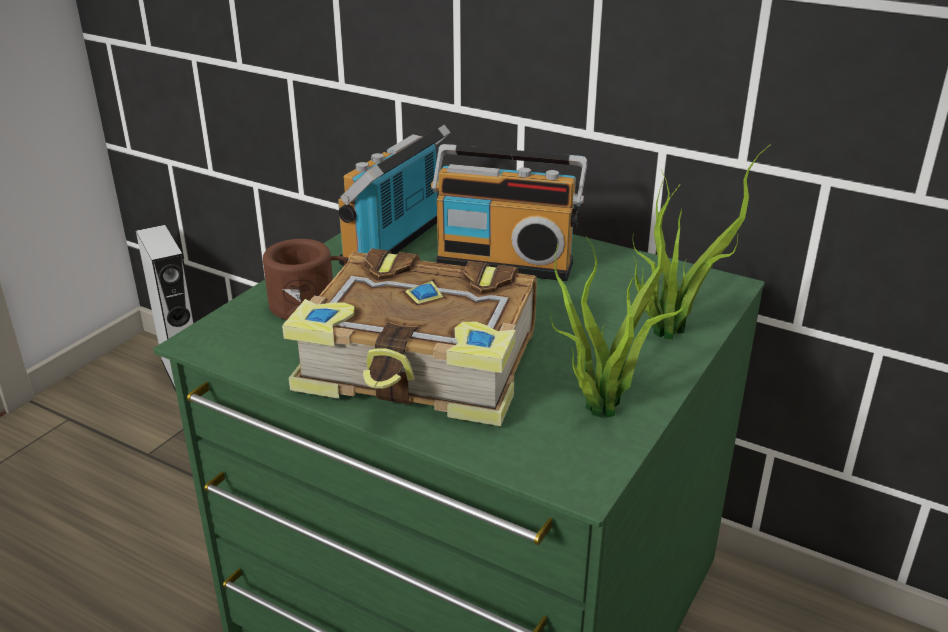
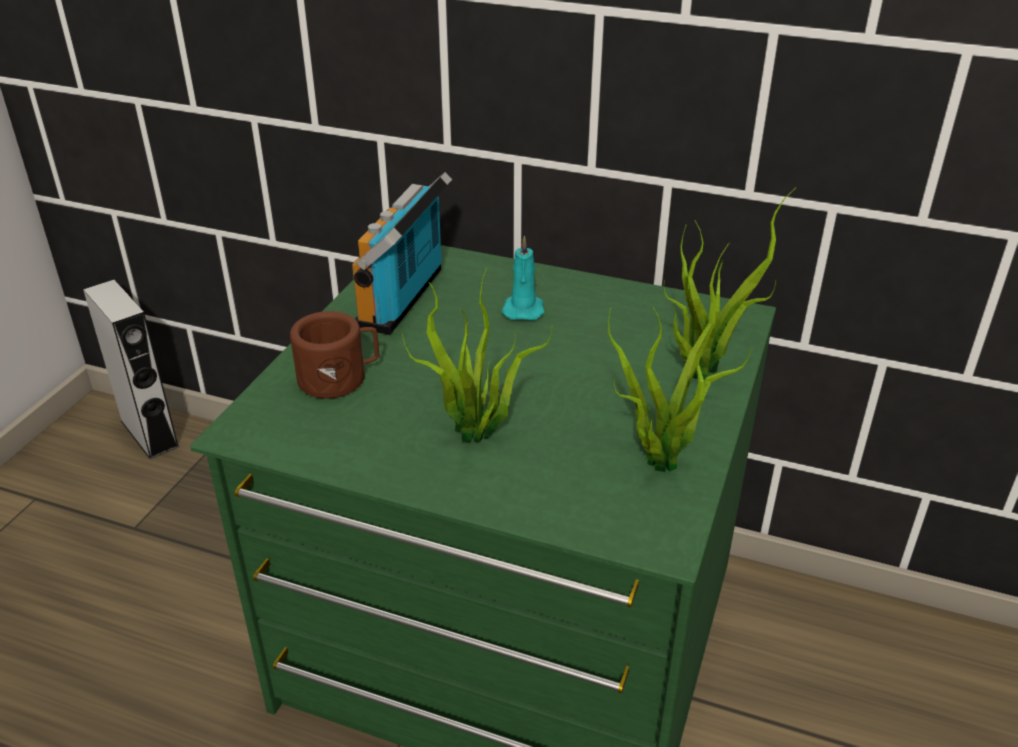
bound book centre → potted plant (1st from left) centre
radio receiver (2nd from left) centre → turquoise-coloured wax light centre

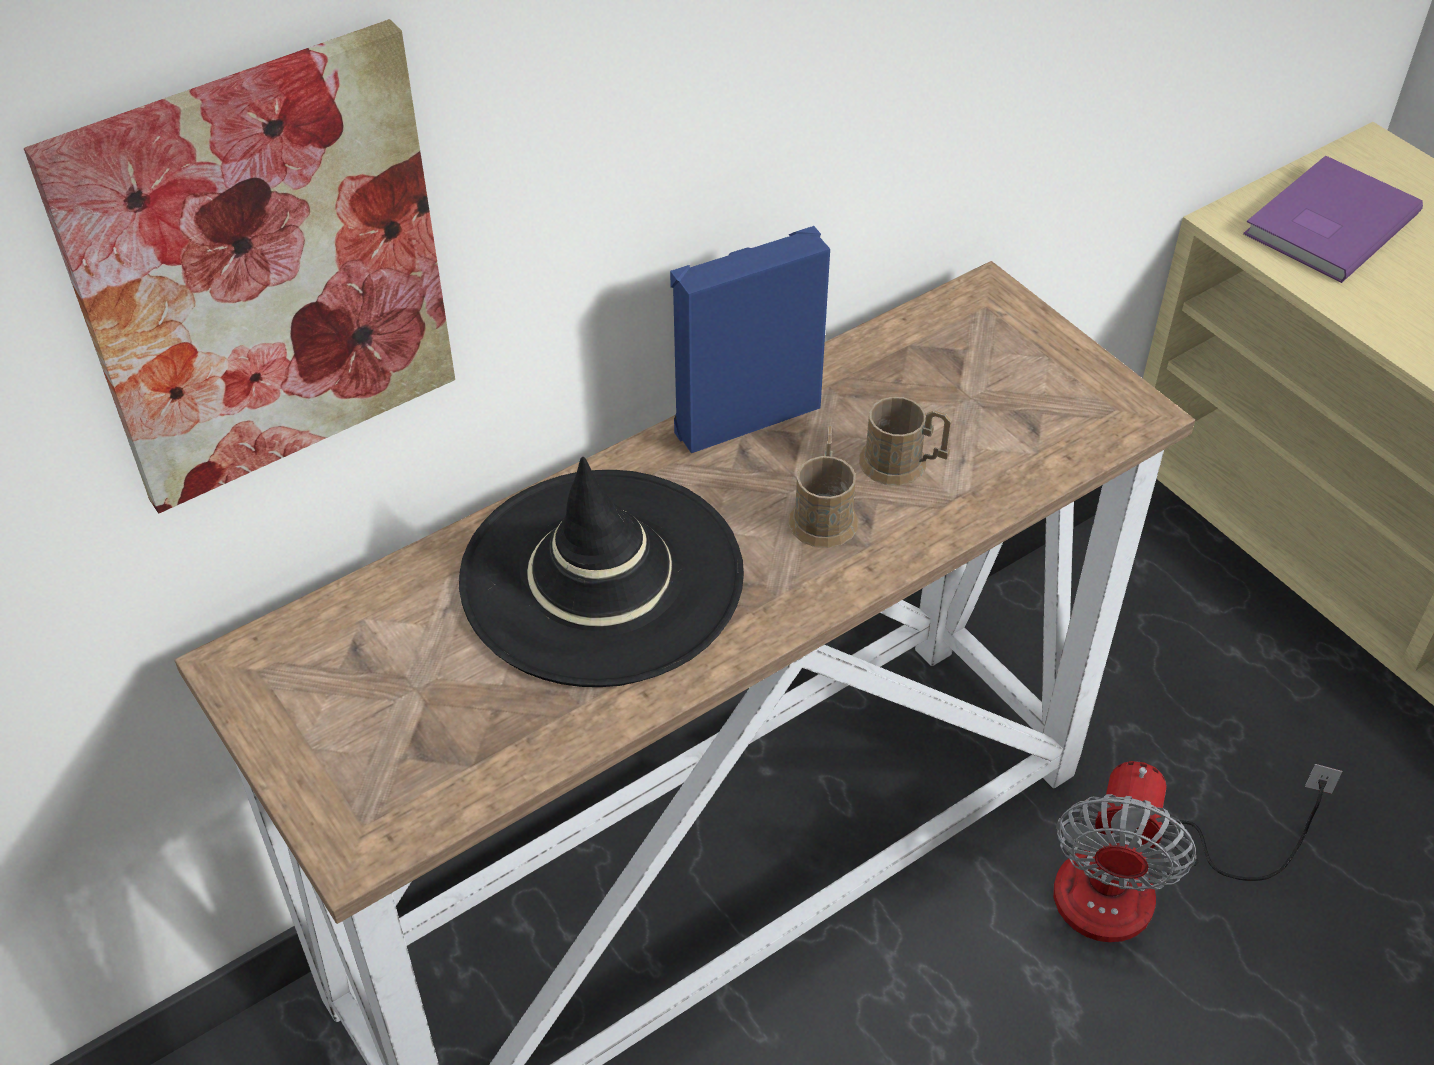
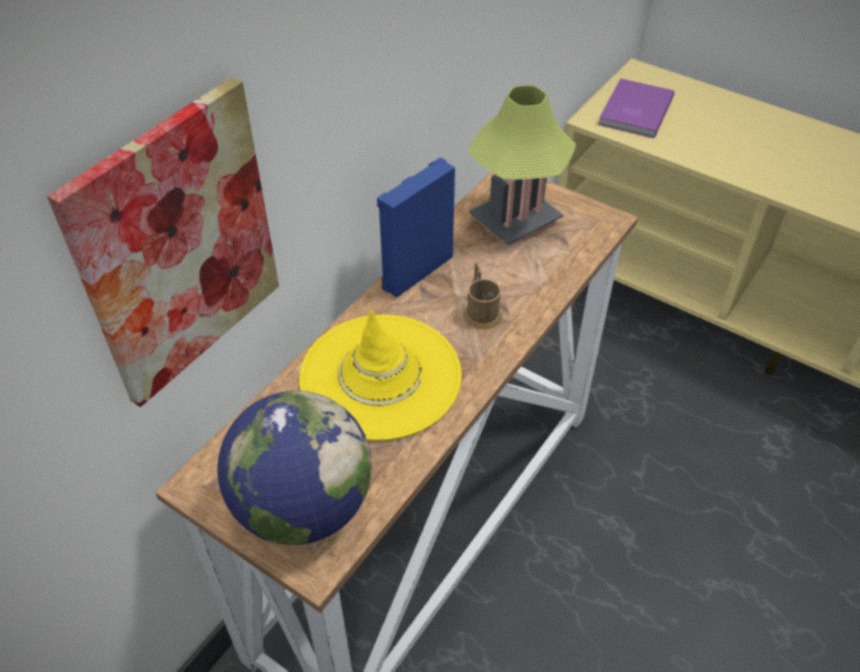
black wearable hat centre → yellowish wearable hat centre
brown-coloured mug (2nd from left) centre → -
electric fan bottom right → -
- → world globe bottom centre
- → tabletop lamp top centre

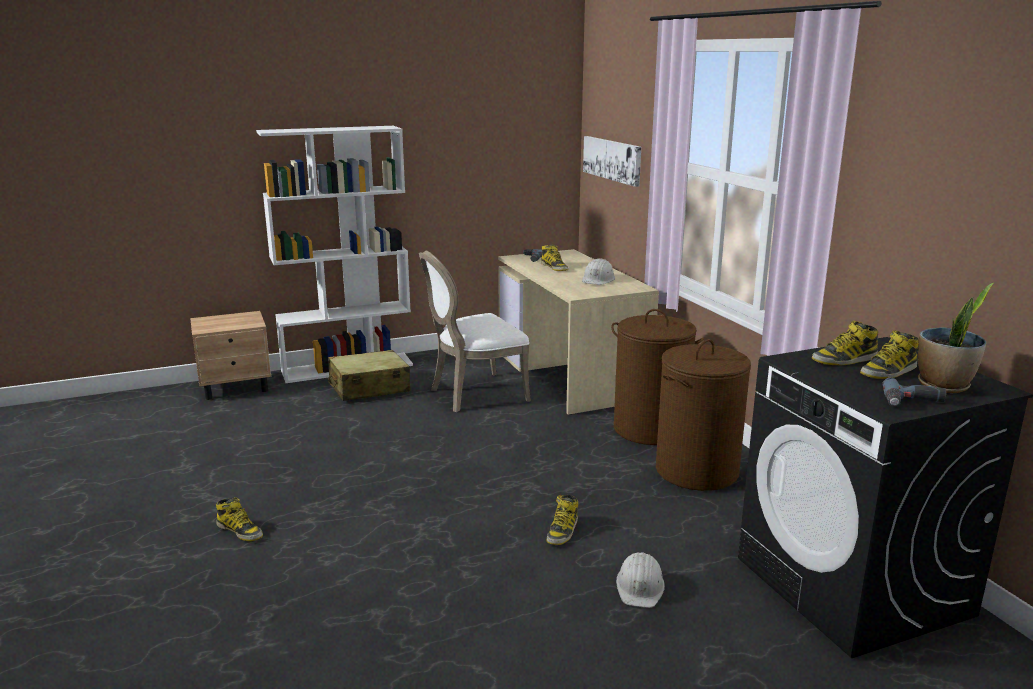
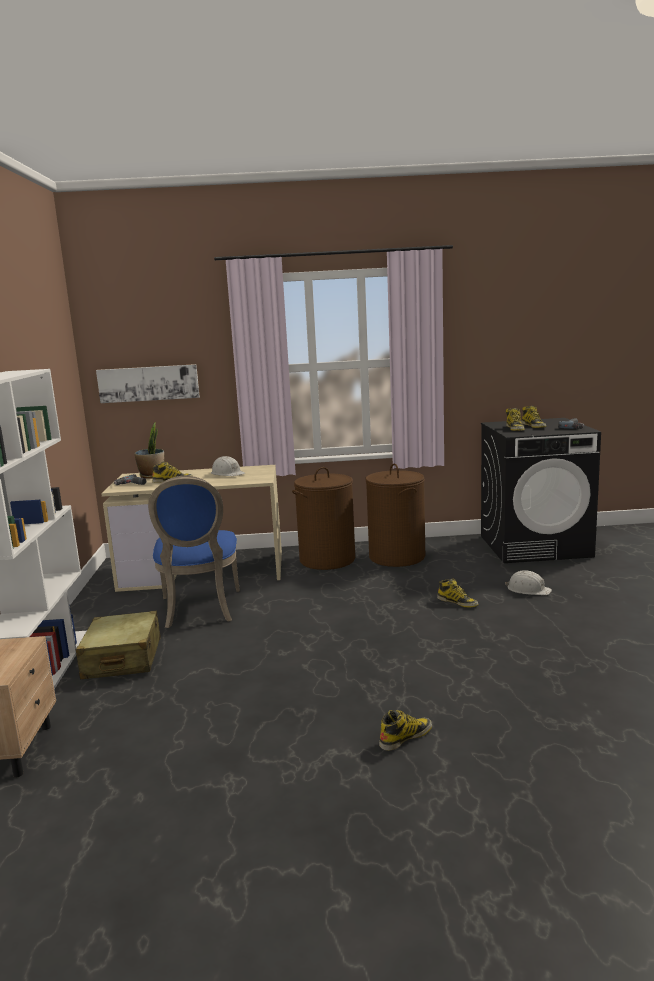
white-coloured plain chair centre → blue-coloured plain chair middle left
potted plant middle right → potted plant middle left, move

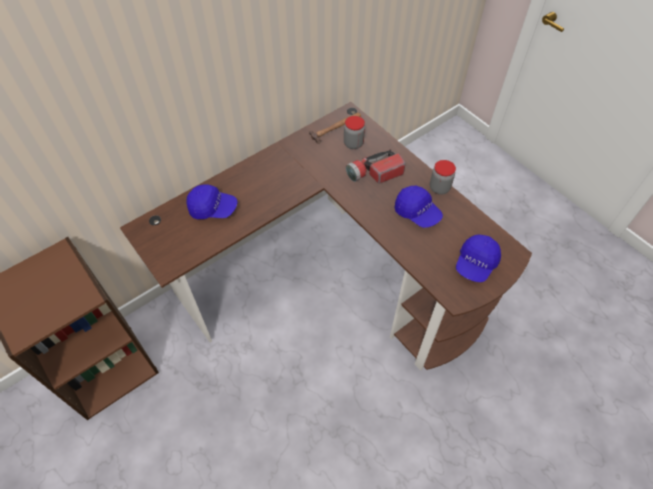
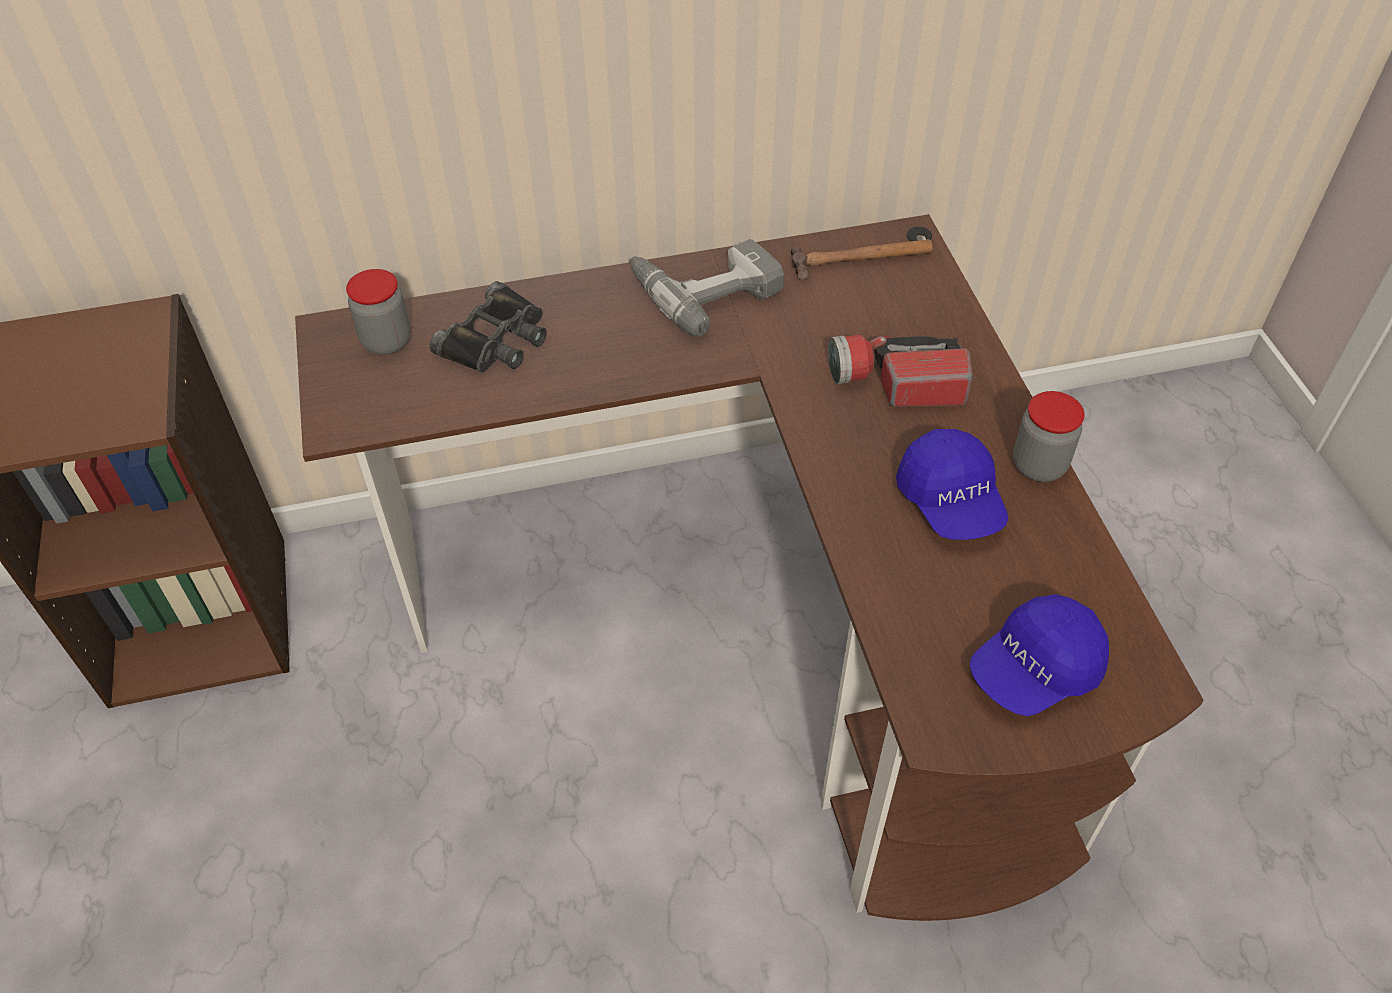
blue-coloured baseball cap (1st from left) middle left → black pair of binoculars top centre
storage jar (1st from left) top centre → storage jar (1st from left) top left, move
- → drill top centre

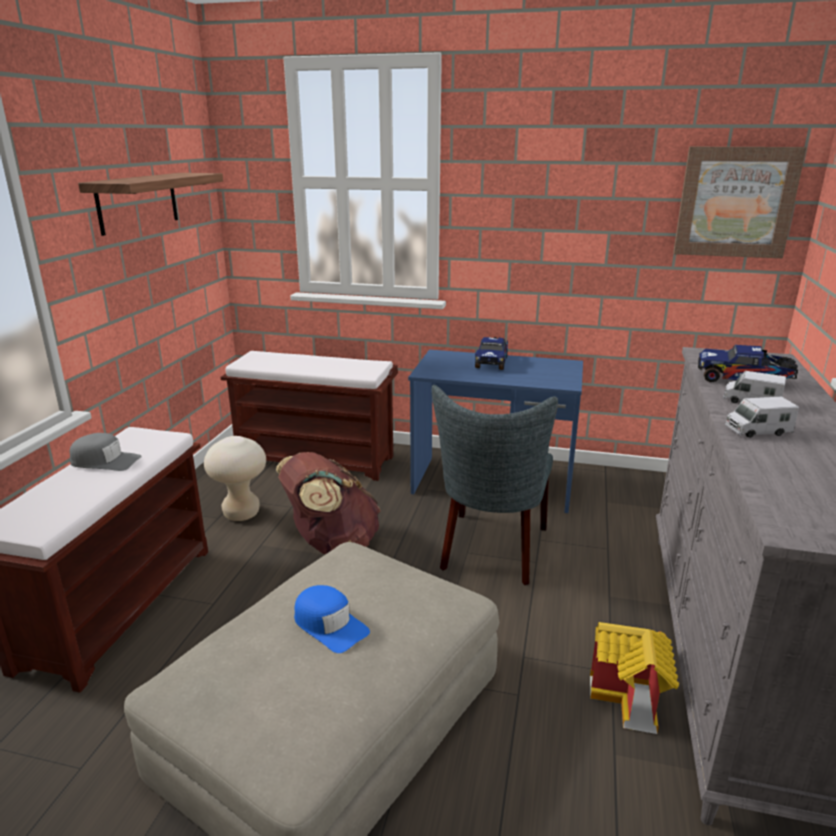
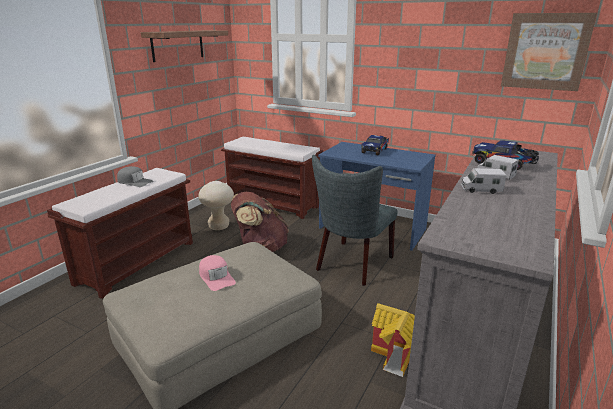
blue-coloured baseball cap bottom centre → pinkish baseball cap bottom centre

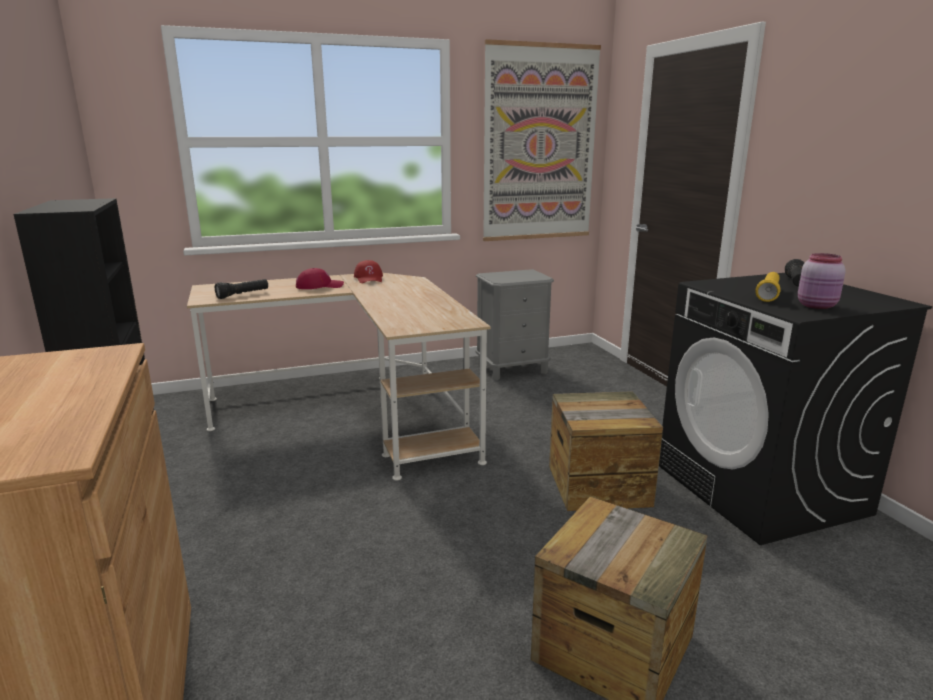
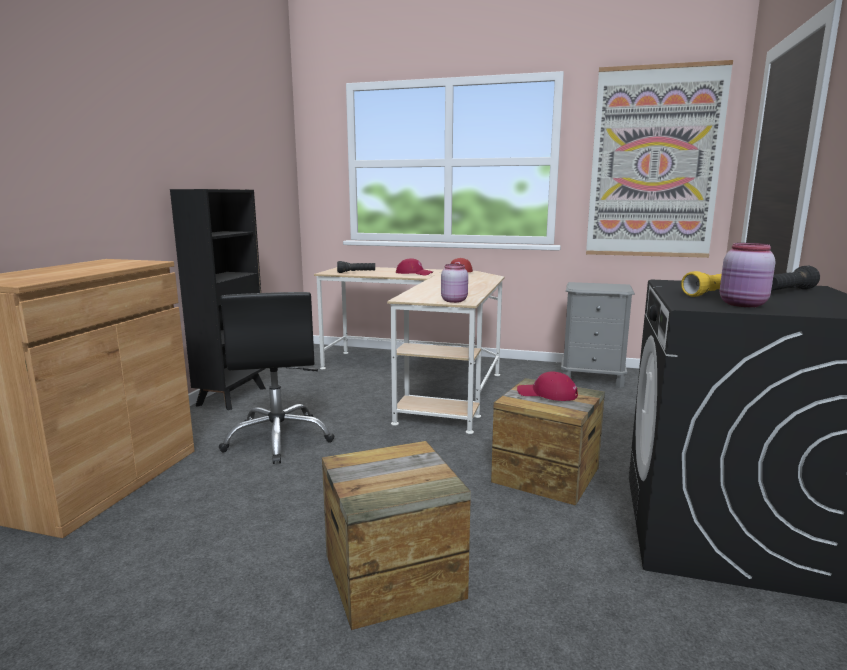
- → black computer chair middle left
- → pinkish storage jar (1st from left) centre
- → reddish baseball cap (3rd from left) centre

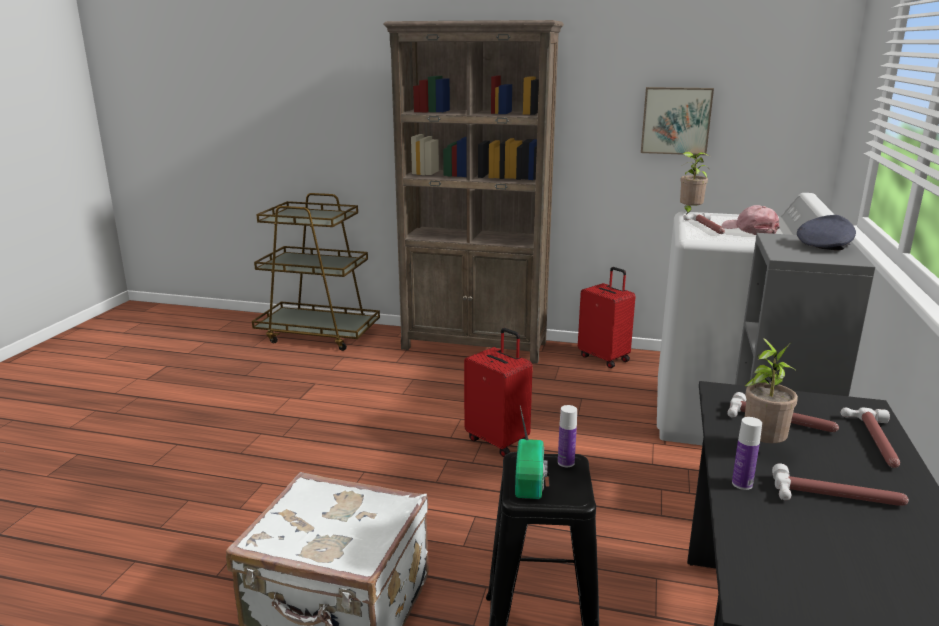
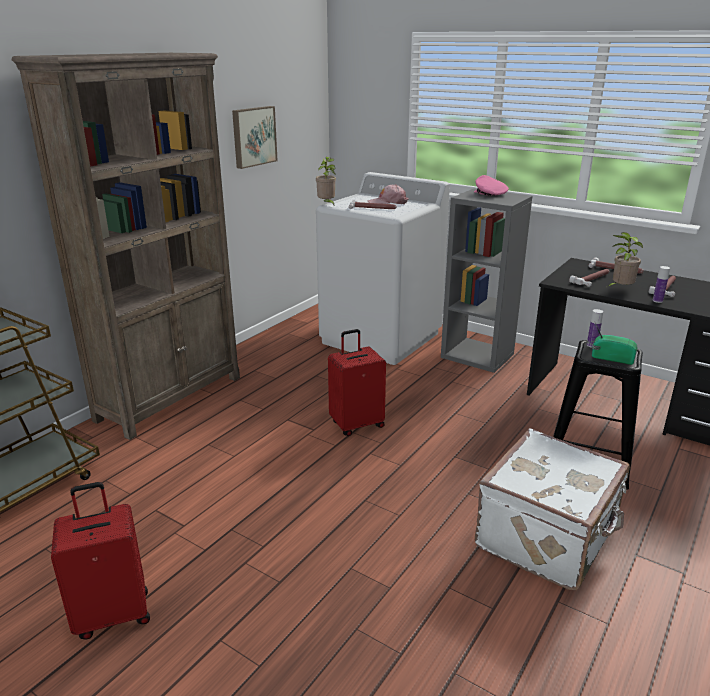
reddish suitcase (2nd from left in the first image) centre → reddish suitcase (1st from left) bottom left, move
gray baseball cap middle right → pinkish baseball cap (2nd from left) top right

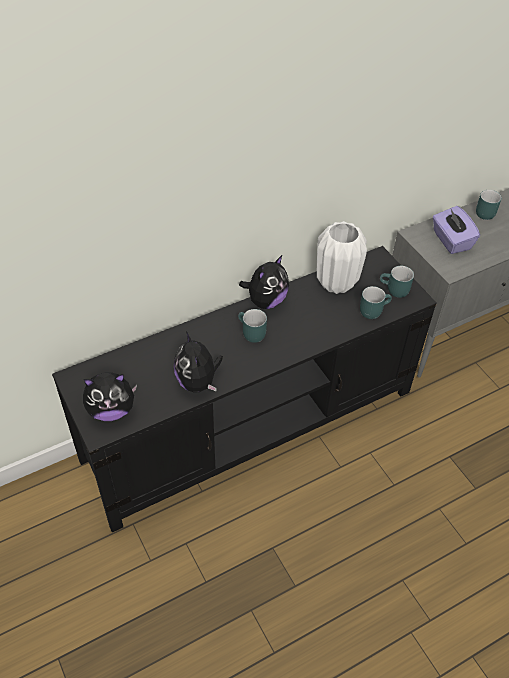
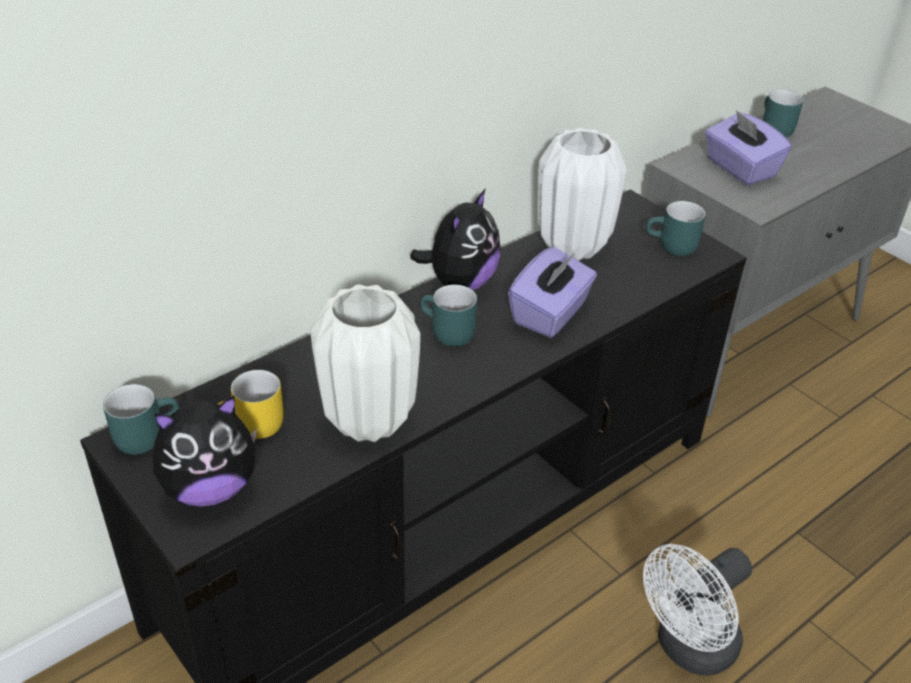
plush toy (2nd from left) centre → white-coloured flower vase (1st from left) centre
turquoise-coloured mug (2nd from left in the first image) middle right → turquoise-coloured mug (1st from left) middle left, move
- → yellowish mug middle left
- → purplish box of tissues (1st from left) centre
- → white-coloured electric fan bottom right

